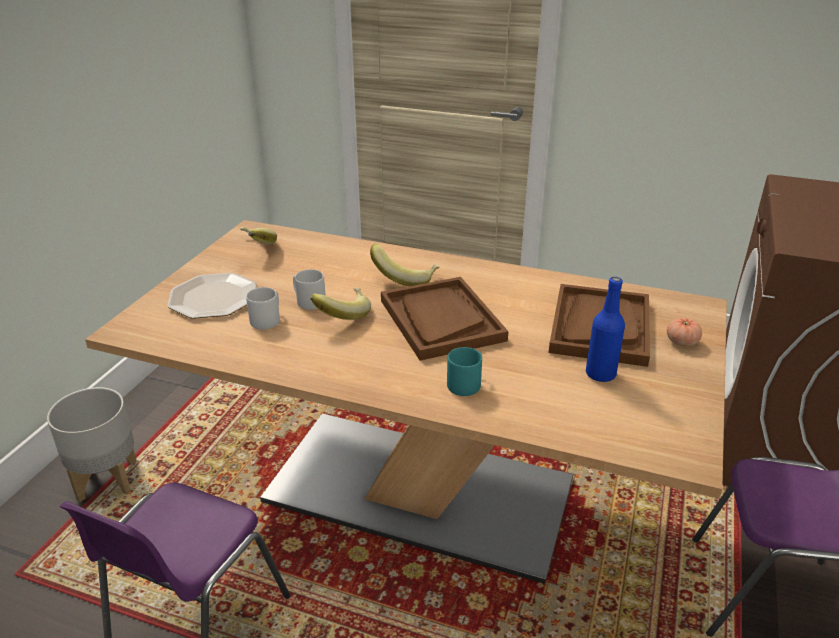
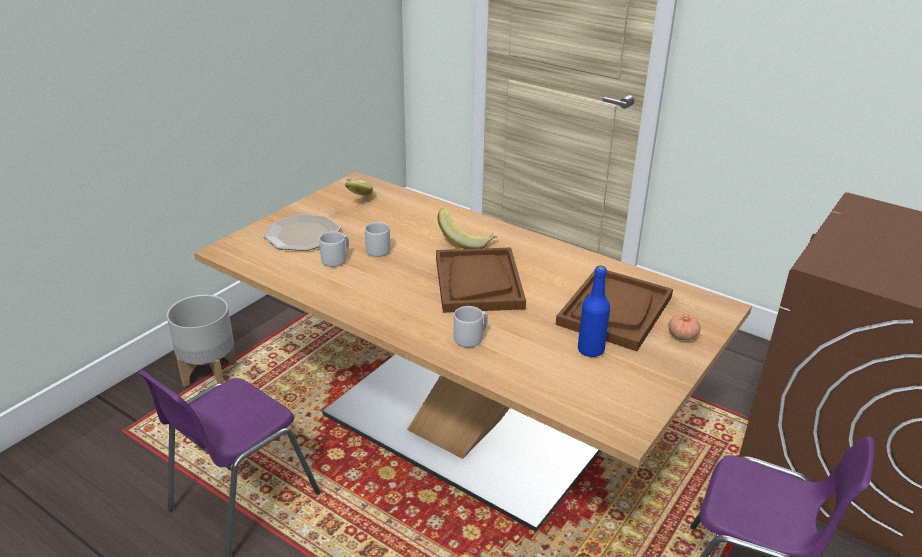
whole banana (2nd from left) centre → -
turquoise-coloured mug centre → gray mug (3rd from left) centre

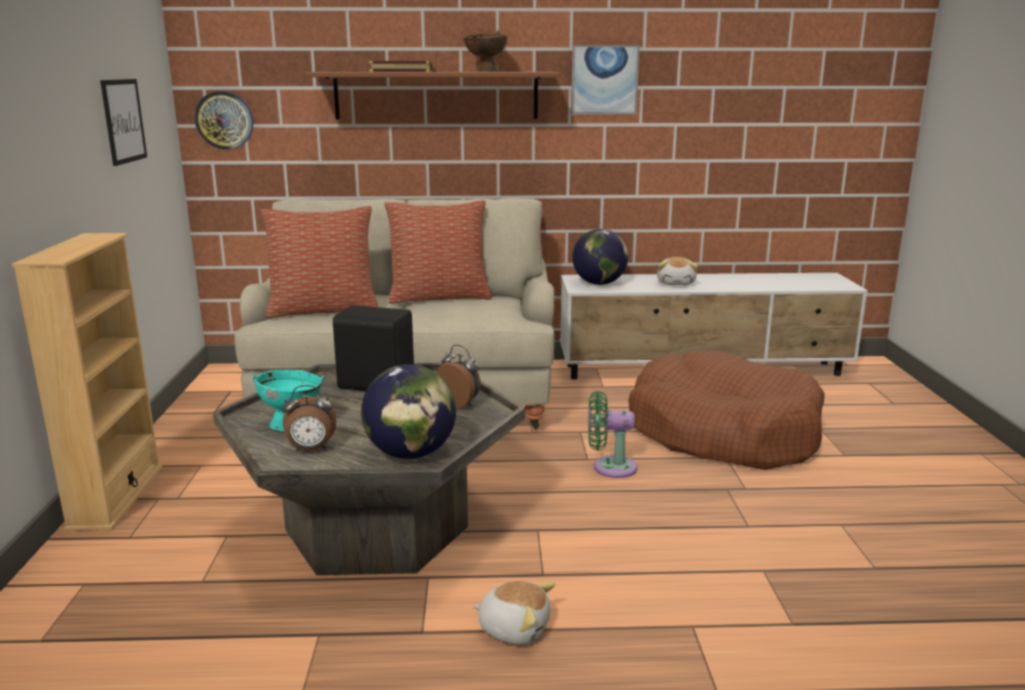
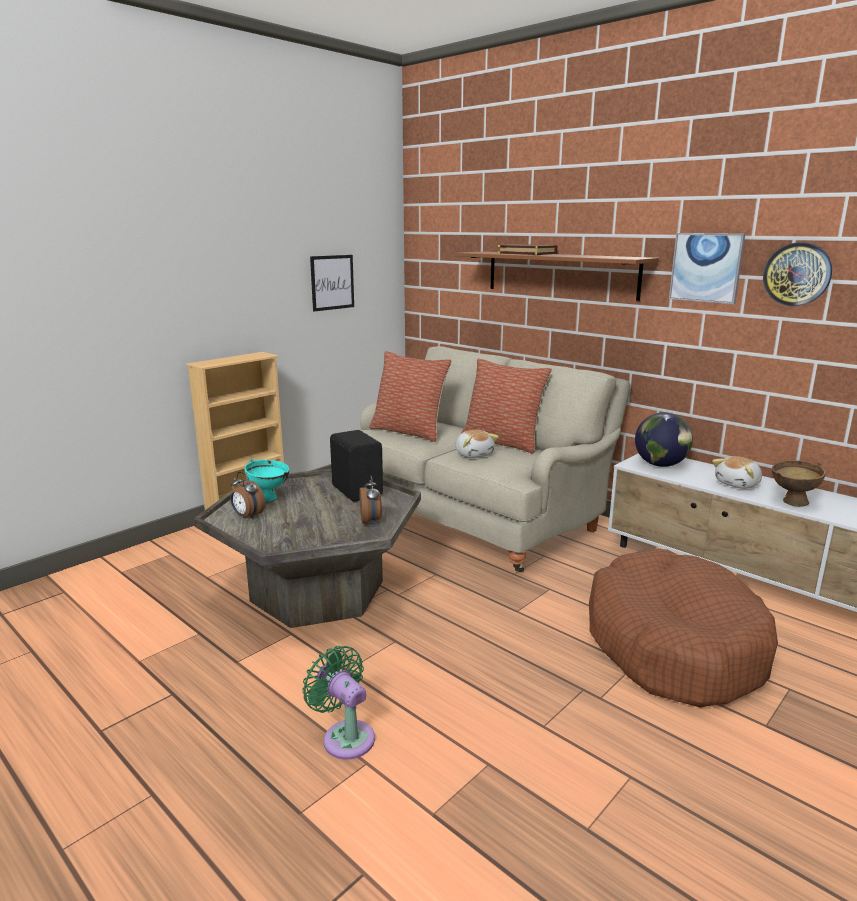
hanging clock top left → hanging clock top right, move
world globe (1st from left) centre → -
brown-coloured deep dish top centre → brown-coloured deep dish middle right, move
plush toy (1st from left) bottom centre → plush toy (1st from left) centre, move
green electric fan centre → green electric fan bottom centre, move

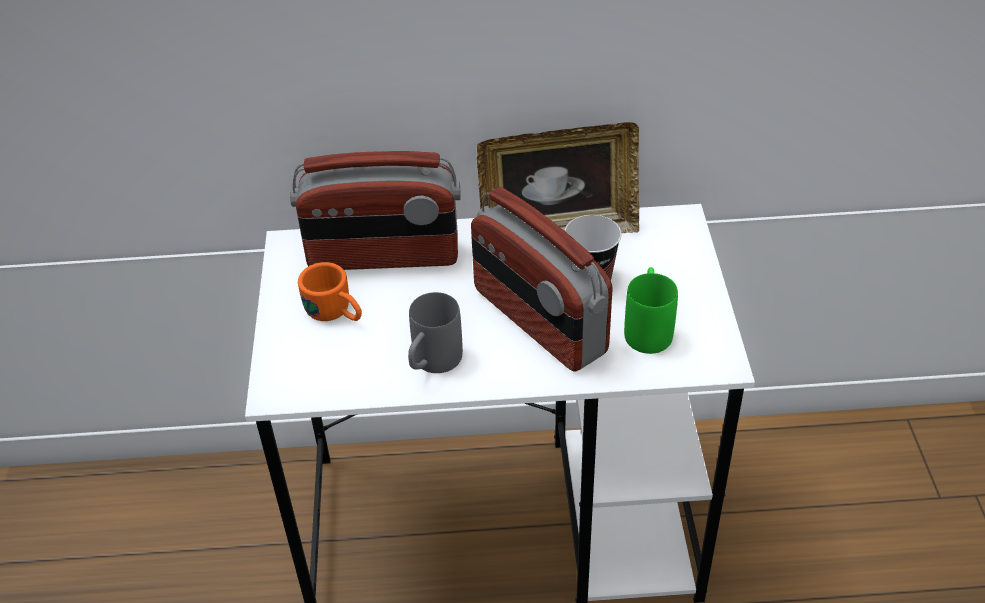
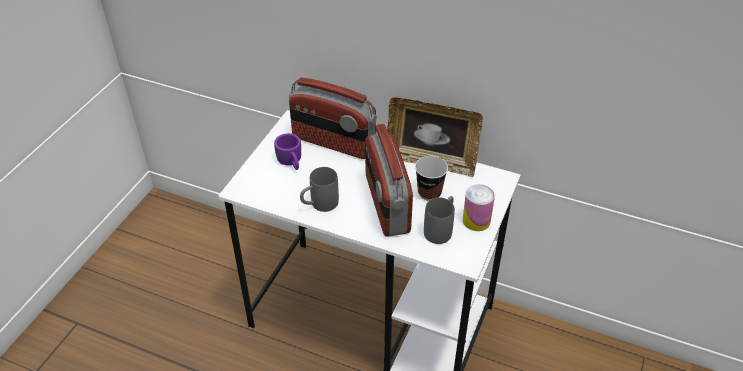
orange-coloured mug centre → purplish mug centre
green mug centre → gray mug (2nd from left) centre
- → metal can centre

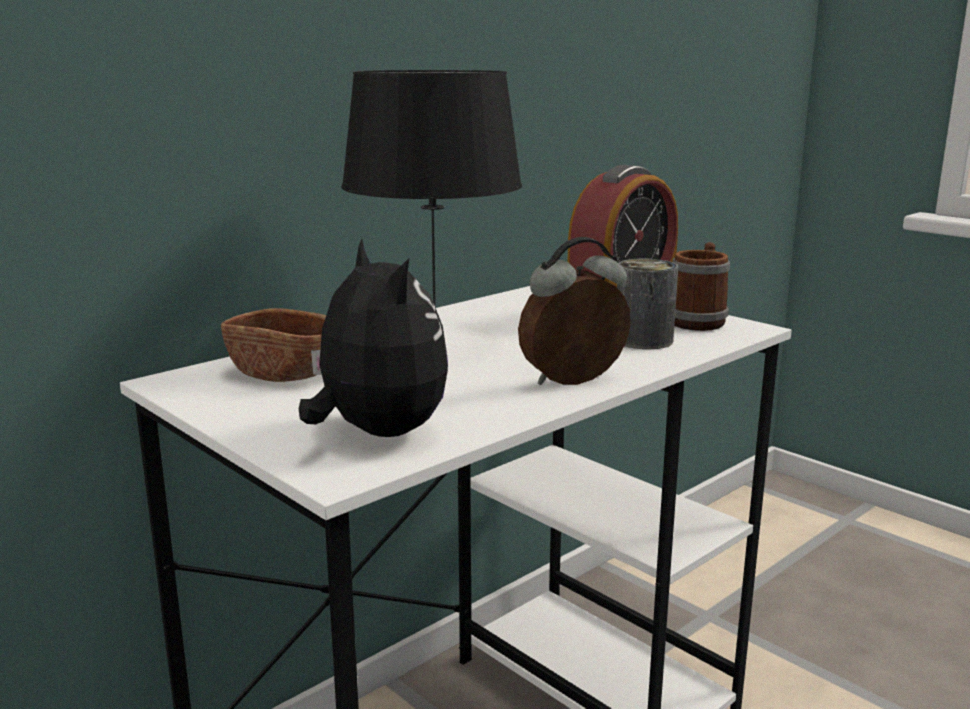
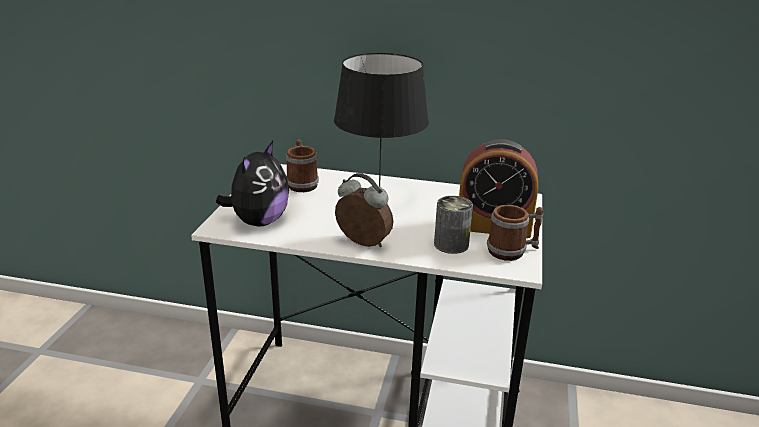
brown-coloured deep dish middle left → mug (1st from left) centre

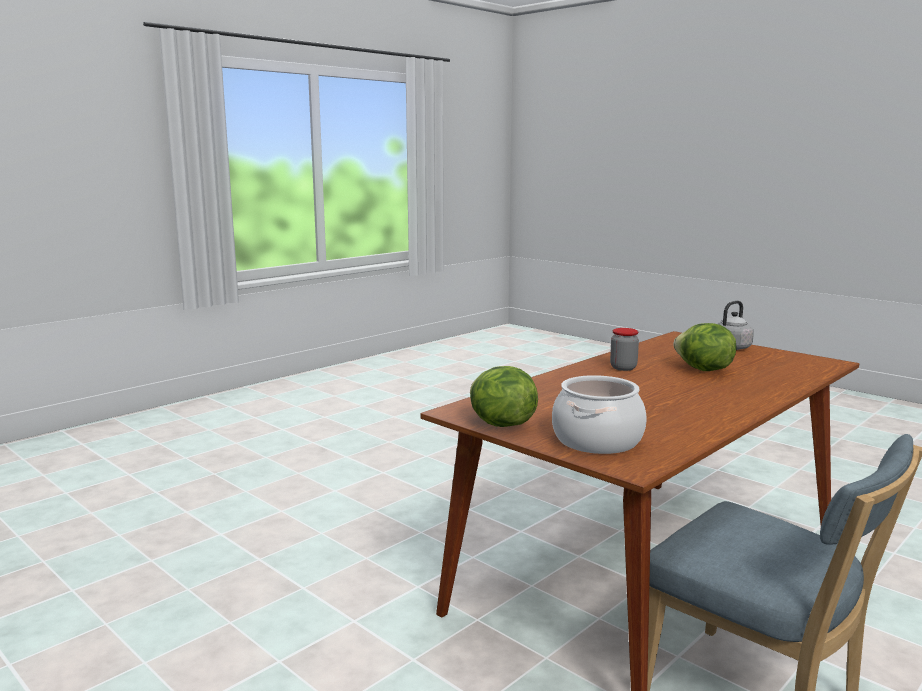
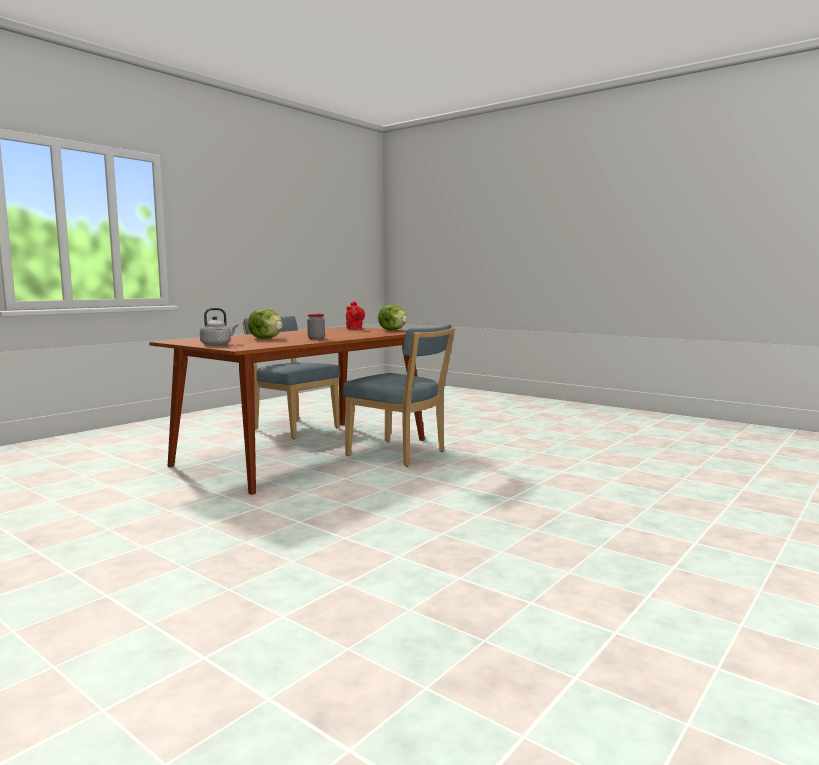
cooking pot centre → reddish pot for tea centre
- → blue-coloured plain chair (2nd from left) centre

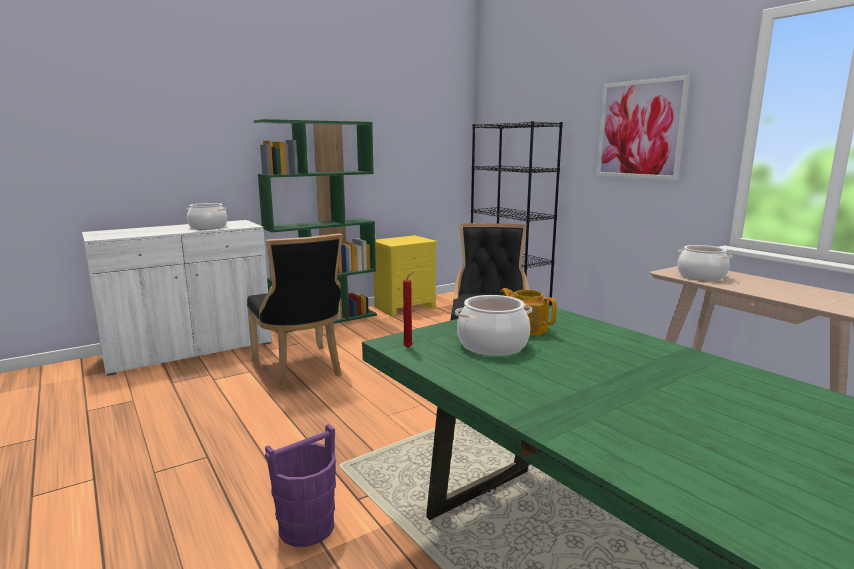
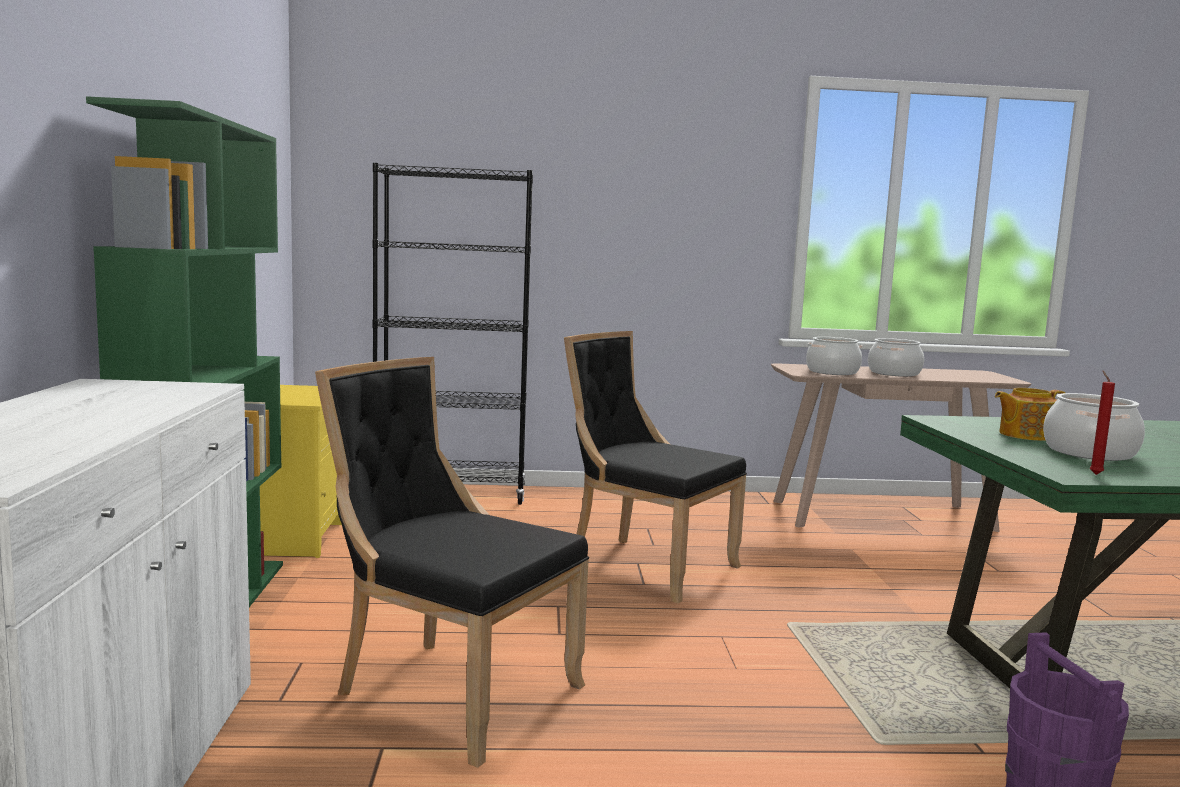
cooking pot (1st from left in the first image) middle left → cooking pot (2nd from left) middle right, move
black plain chair (1st from left) centre → black plain chair (1st from left) bottom centre, 150 degrees counterclockwise
picture top right → -

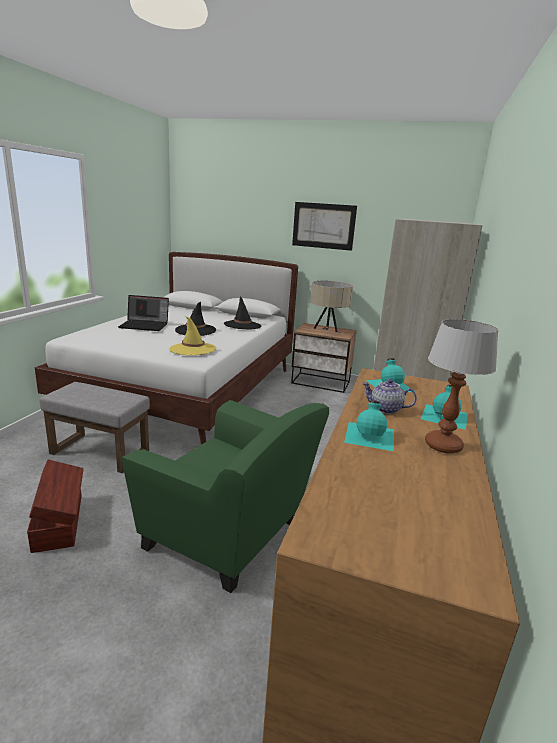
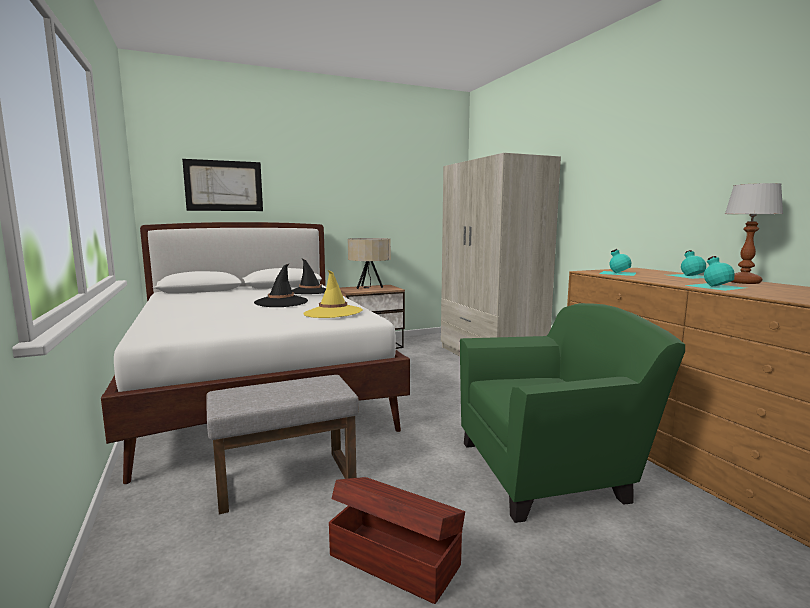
portable computer middle left → -
picture top centre → picture top left, move
pot for tea middle right → -

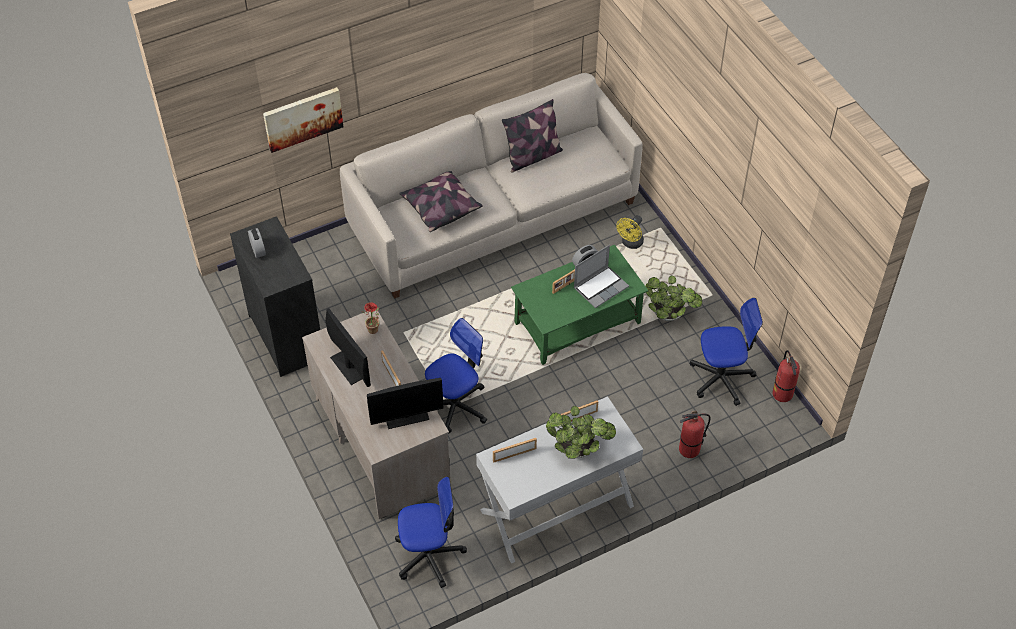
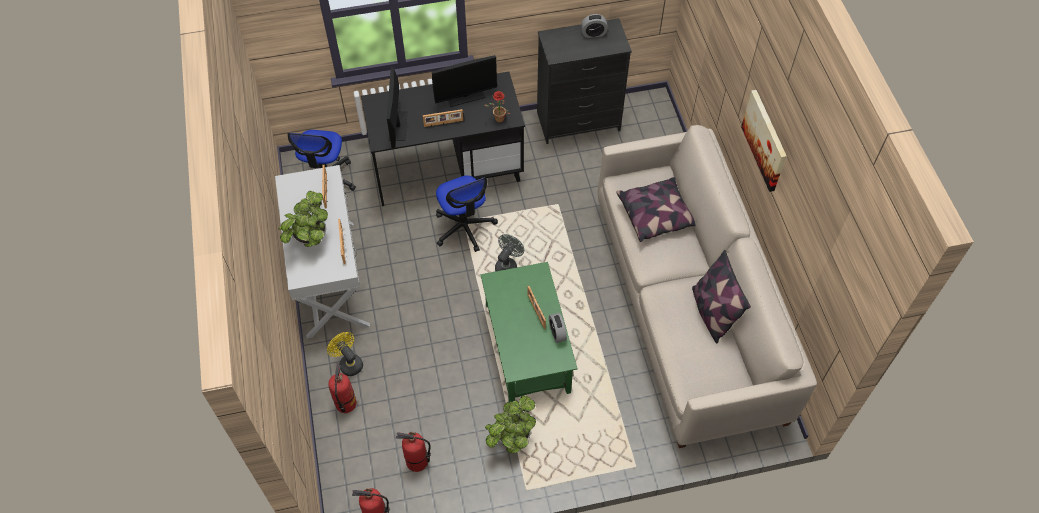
picture top left → picture top right, move
sand-coloured desk unit centre → black desk unit top centre
portable computer centre → -
yellowish electric fan centre → yellowish electric fan bottom left, move
computer chair (3rd from left) middle right → fire extinguisher (3rd from left) bottom centre
- → gray electric fan centre

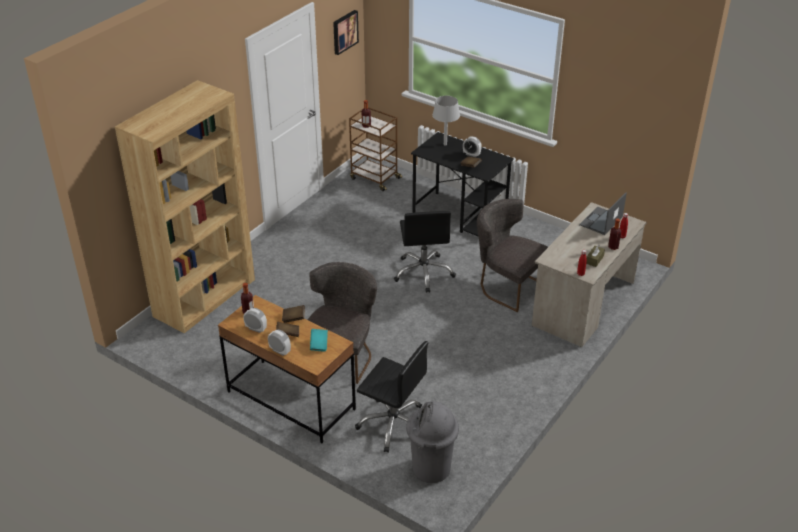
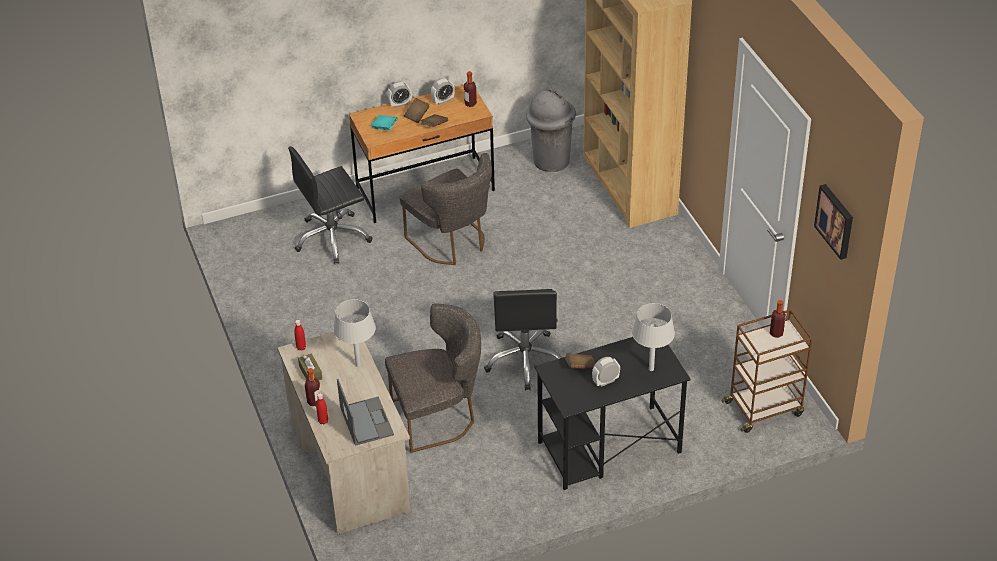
black computer chair (2nd from left) centre, 120 degrees counterclockwise
gray rubbish bin bottom centre → gray rubbish bin top centre, move
- → gray tabletop lamp (1st from left) centre

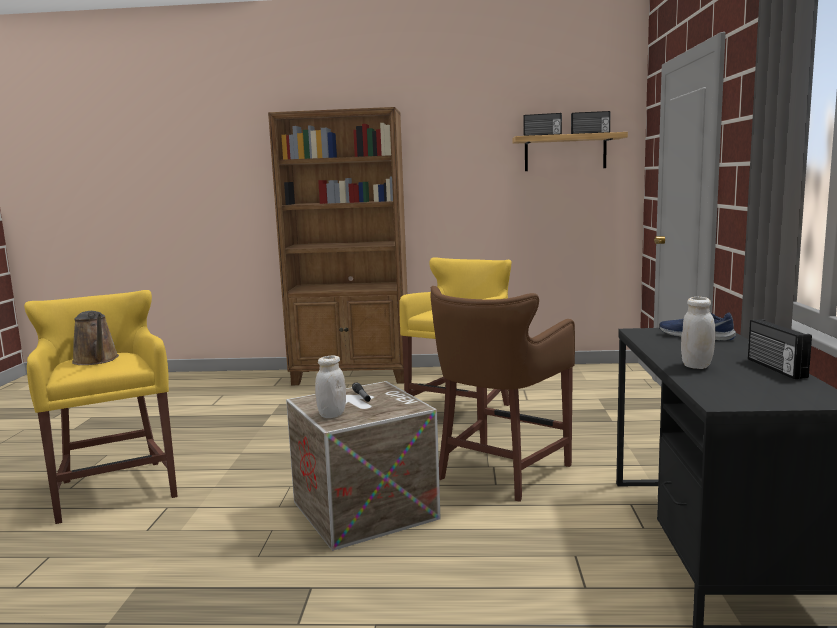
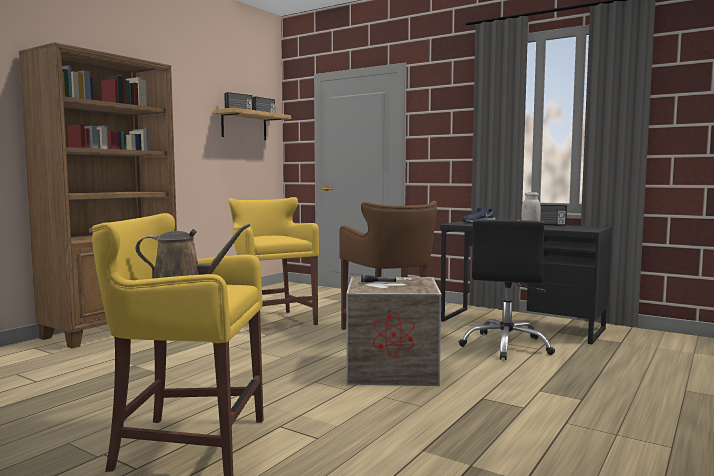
white-coloured storage jar (1st from left) centre → -
- → black computer chair middle right

